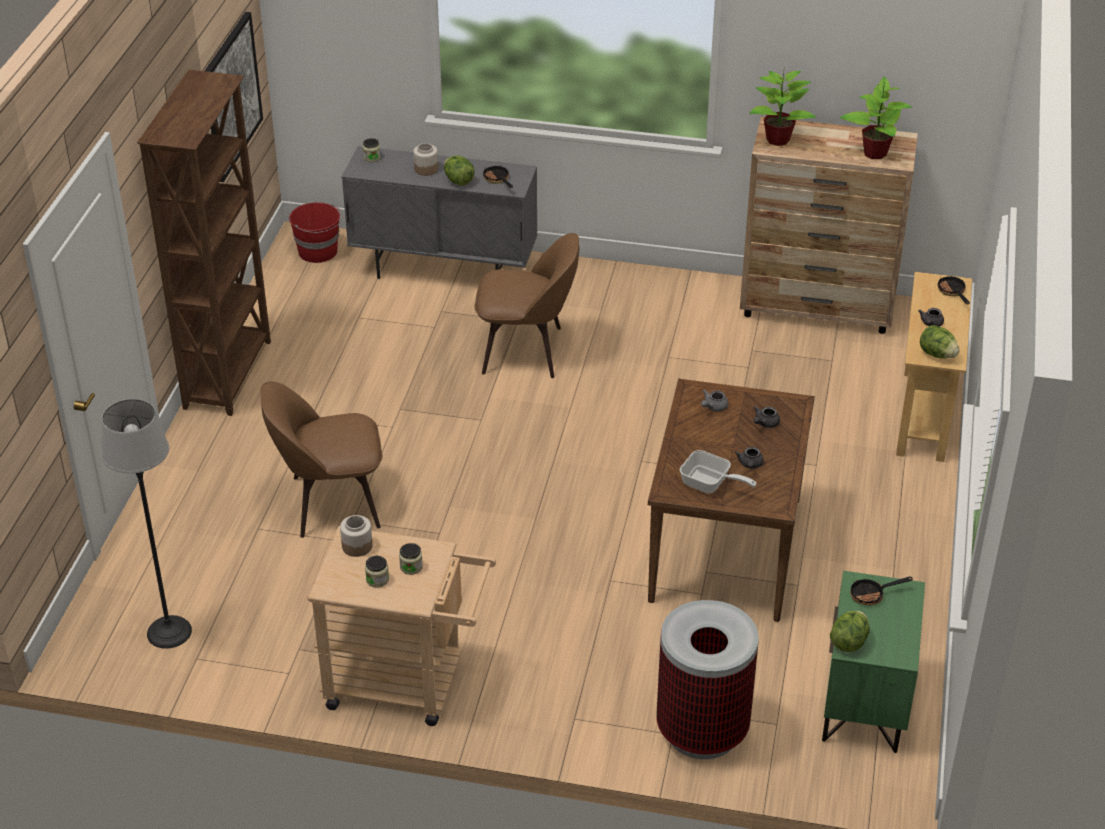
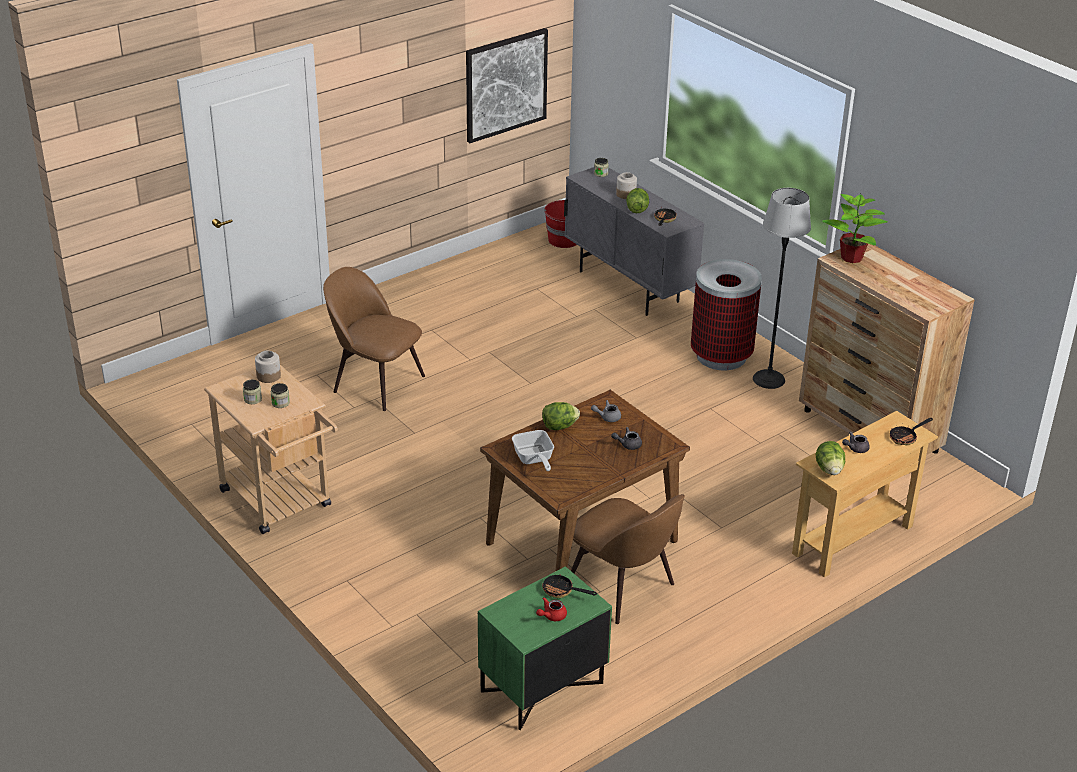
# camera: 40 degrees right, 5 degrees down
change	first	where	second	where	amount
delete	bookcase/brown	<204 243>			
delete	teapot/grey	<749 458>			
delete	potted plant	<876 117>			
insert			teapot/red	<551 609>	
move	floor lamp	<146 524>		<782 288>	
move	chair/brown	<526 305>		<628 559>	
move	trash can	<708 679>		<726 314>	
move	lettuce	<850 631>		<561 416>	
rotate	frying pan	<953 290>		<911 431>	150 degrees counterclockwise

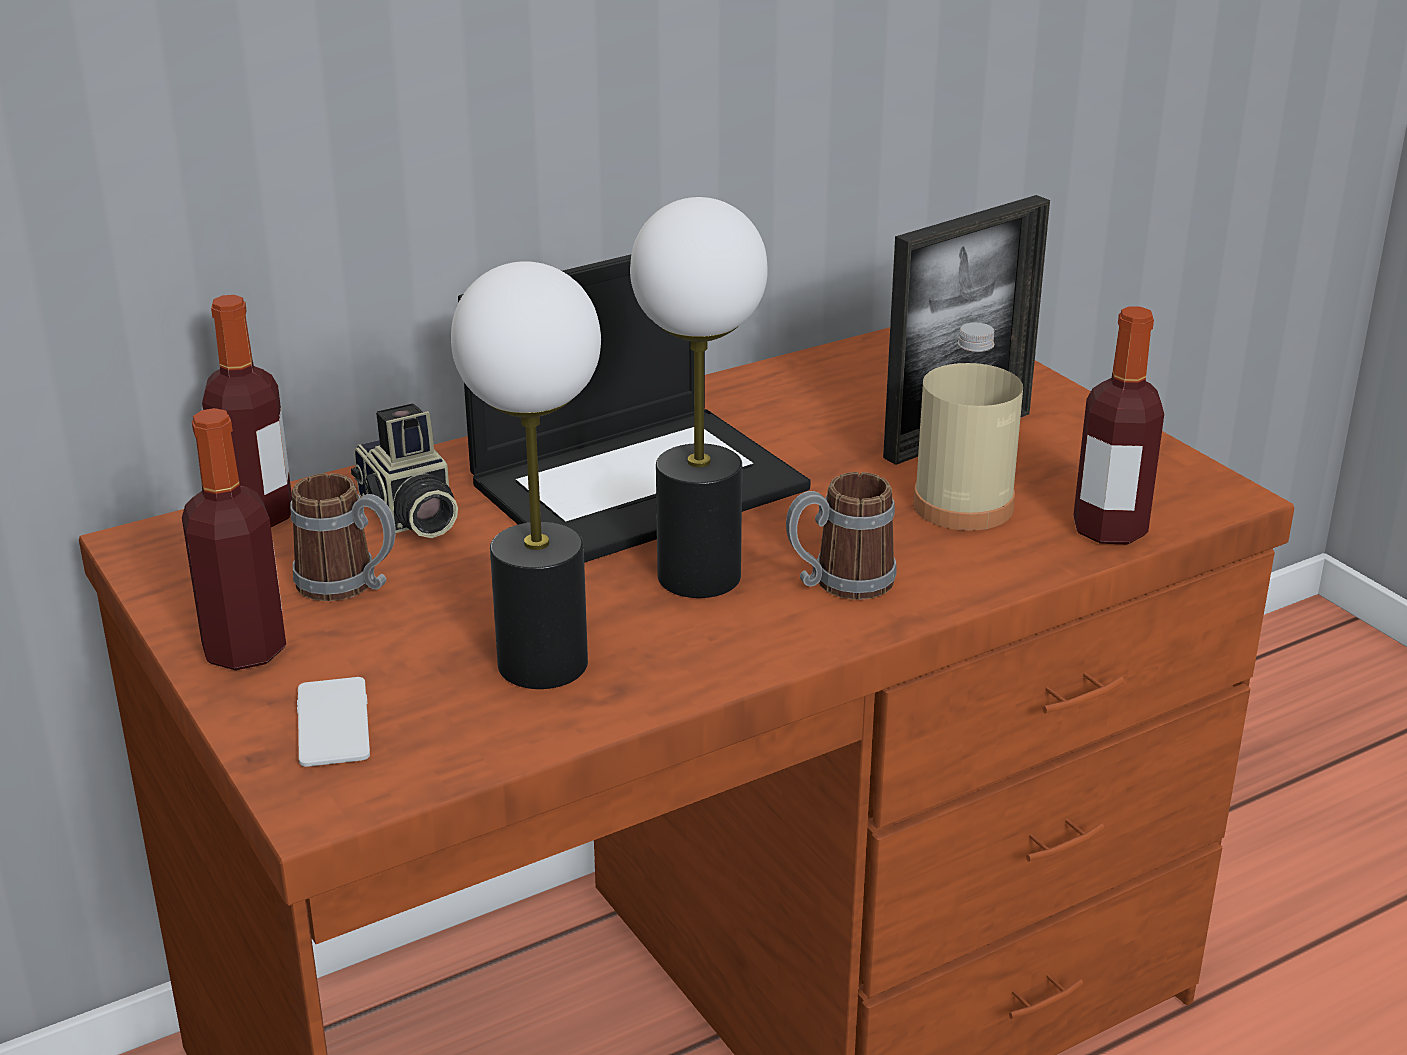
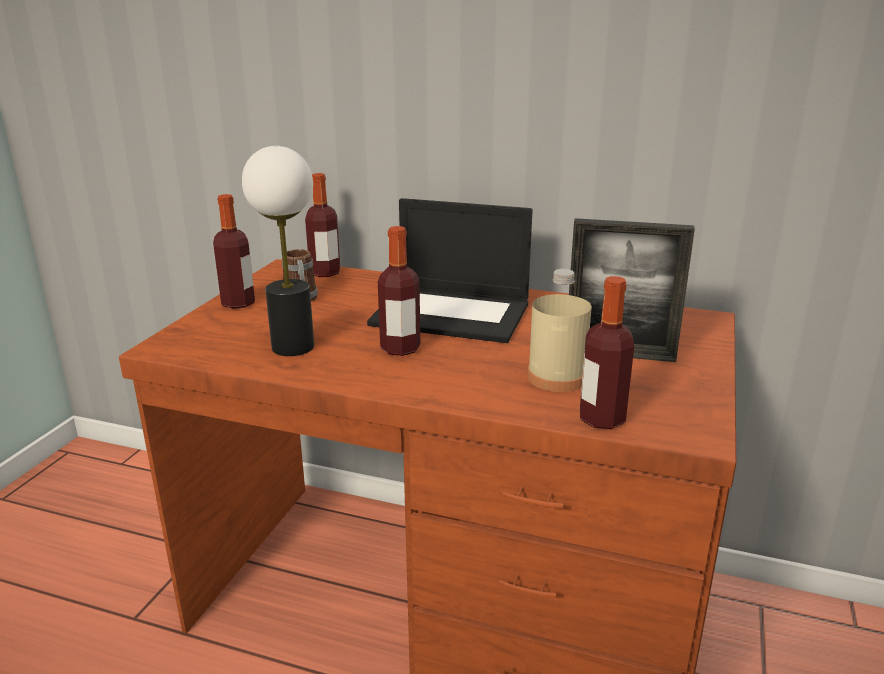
# camera: 50 degrees right, 5 degrees down
change	first	where	second	where	amount
delete	phone	<333 722>			
delete	photo camera	<404 470>			
delete	mug	<841 536>			
replace	table lamp	<699 397>	bottle	<399 291>	

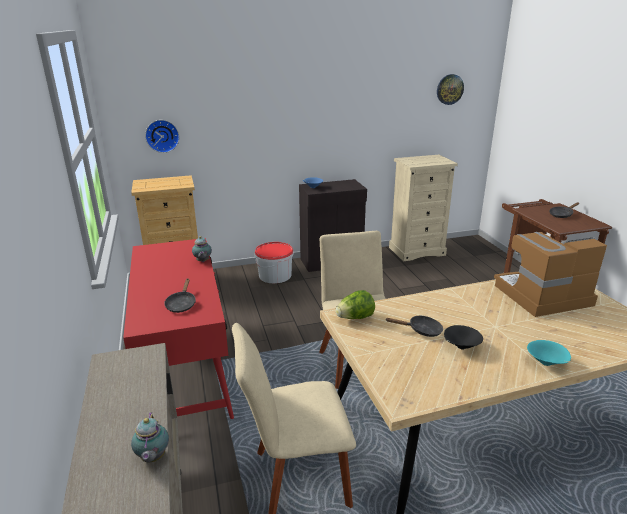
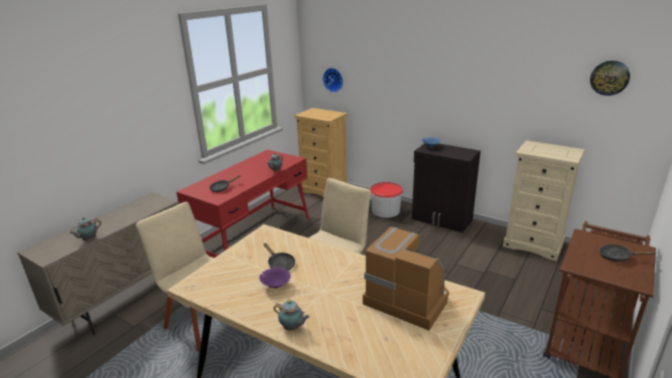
# camera: 50 degrees right, 0 degrees up
change	first	where	second	where	amount
delete	lettuce	<355 304>			
replace	bowl/turquoise	<549 353>	teapot	<292 315>	
recolor	bowl/black	<463 337>	bowl/purple	<275 278>	

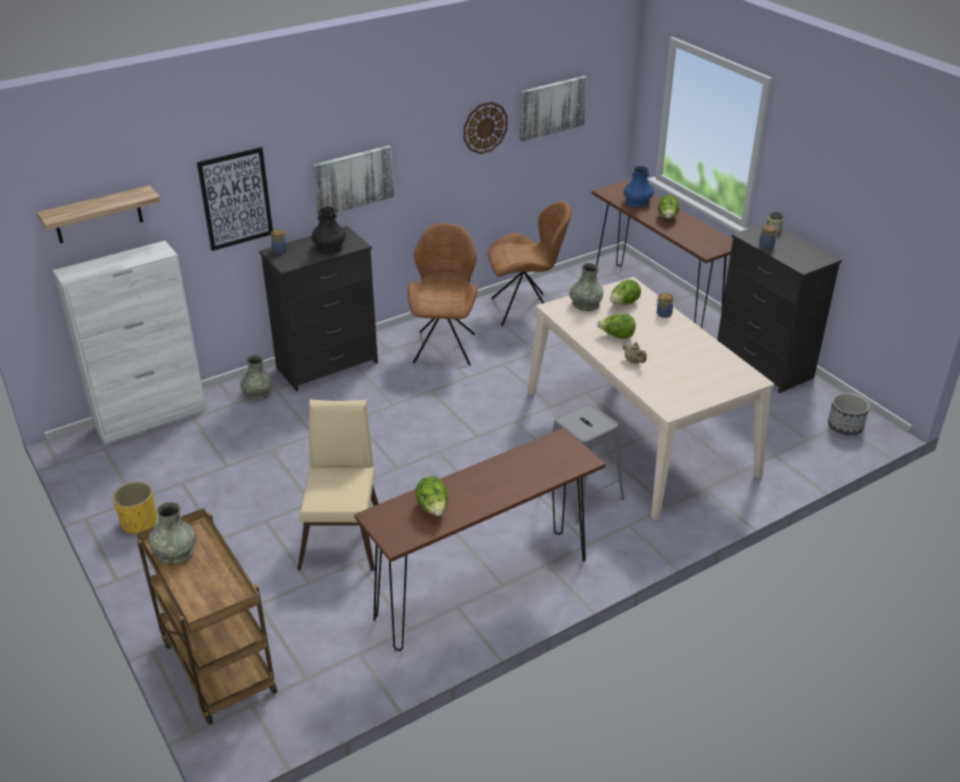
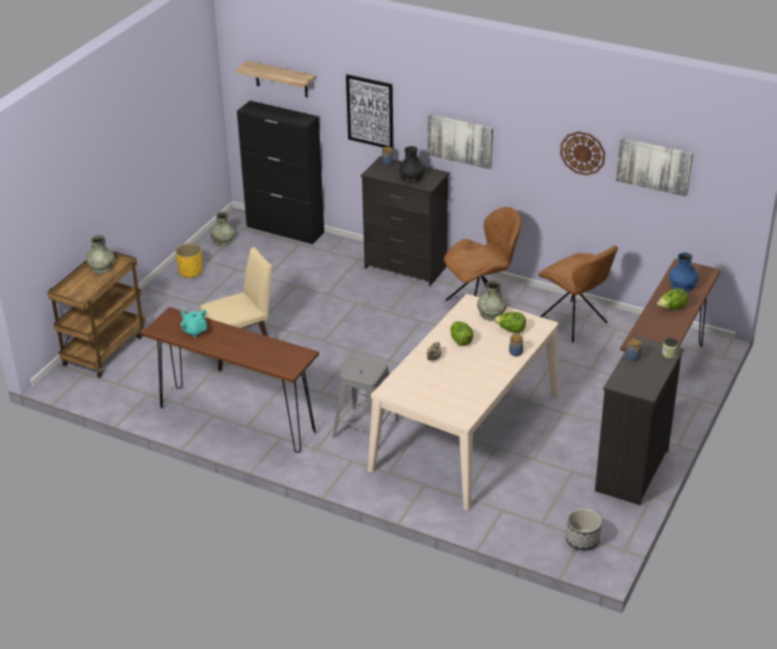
# camera: 60 degrees right, 0 degrees up
change	first	where	second	where	amount
move	vase/grey	<256 377>		<222 229>	
replace	lettuce	<431 496>	teapot/turquoise	<193 323>	
recolor	cabinet/white	<129 342>	cabinet/black	<280 172>	

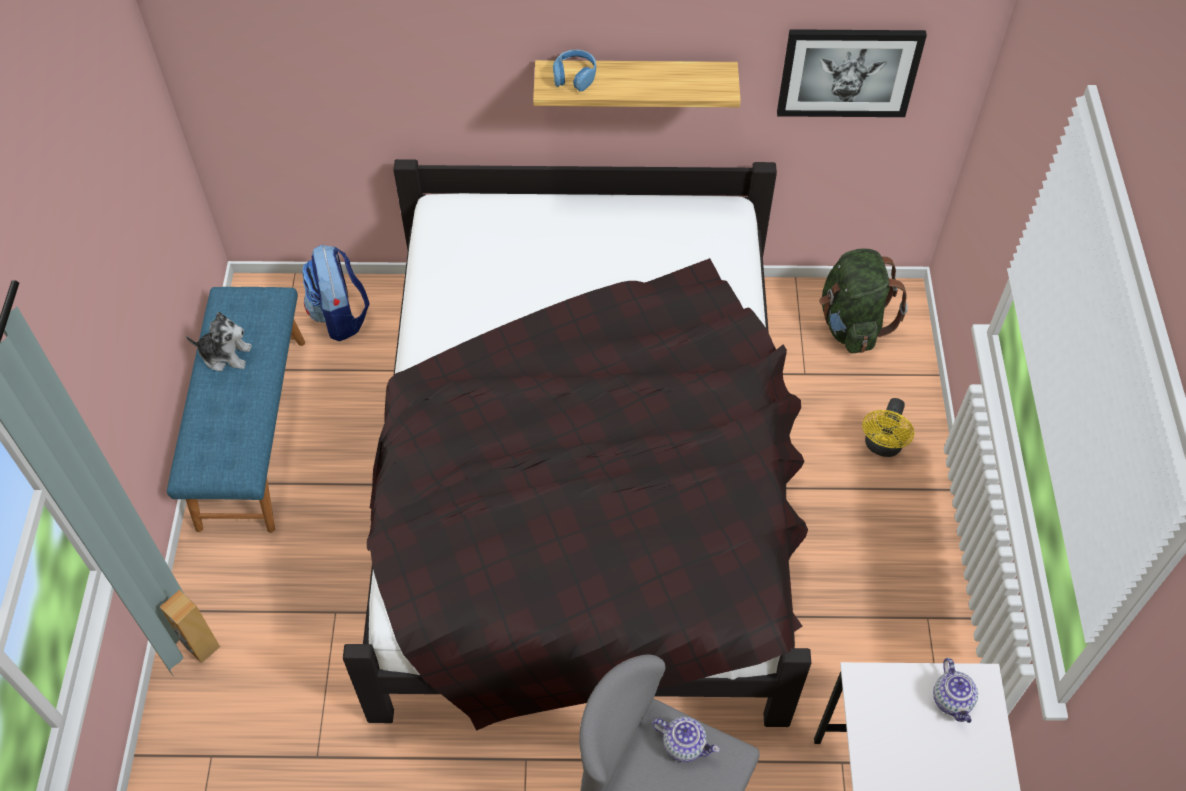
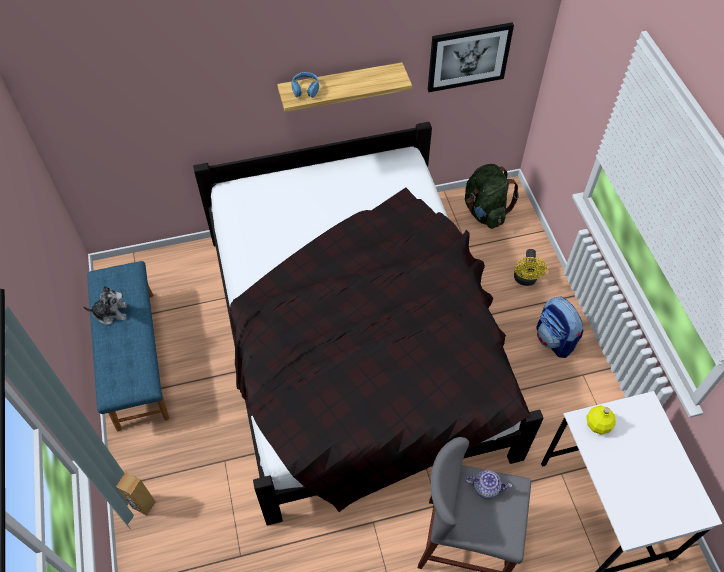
# camera: 15 degrees left, 0 degrees up
change	first	where	second	where	amount
delete	teapot	<955 690>			
insert			bottle/yellow	<601 419>	
move	backpack	<336 292>		<559 327>	

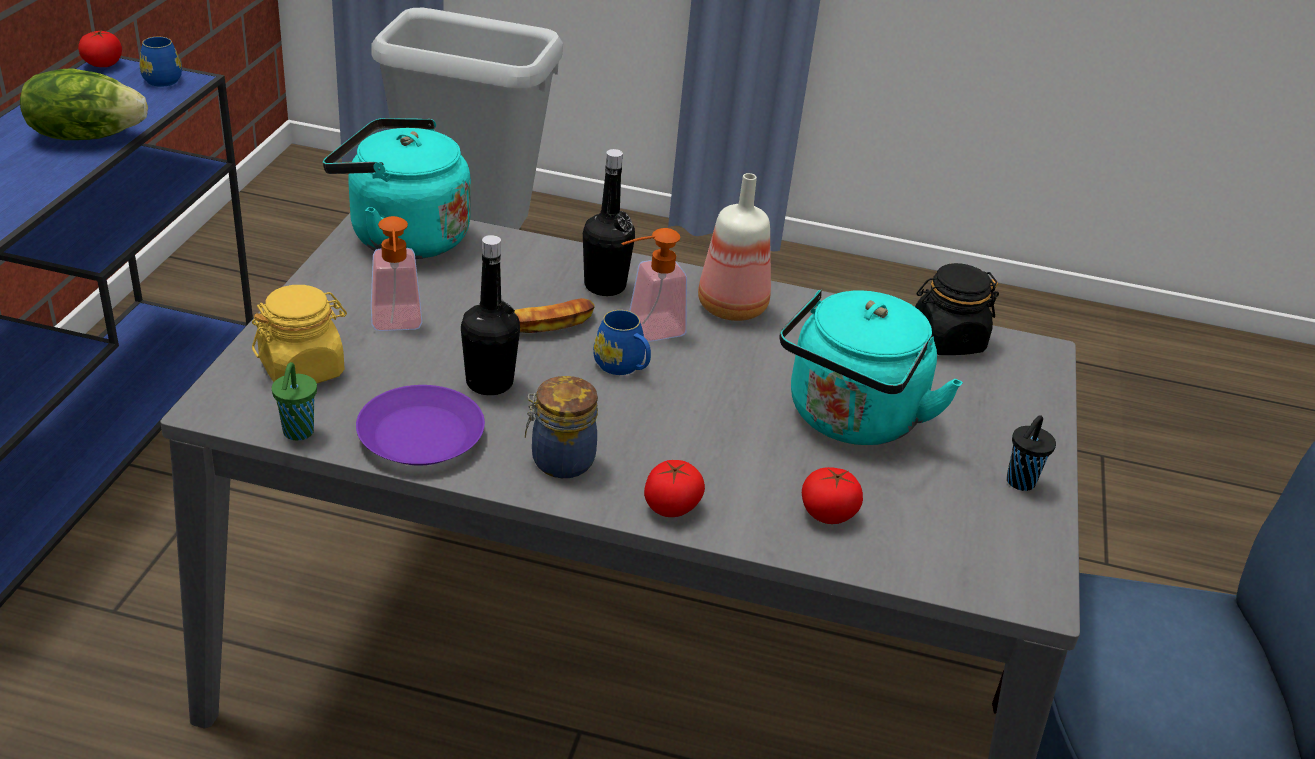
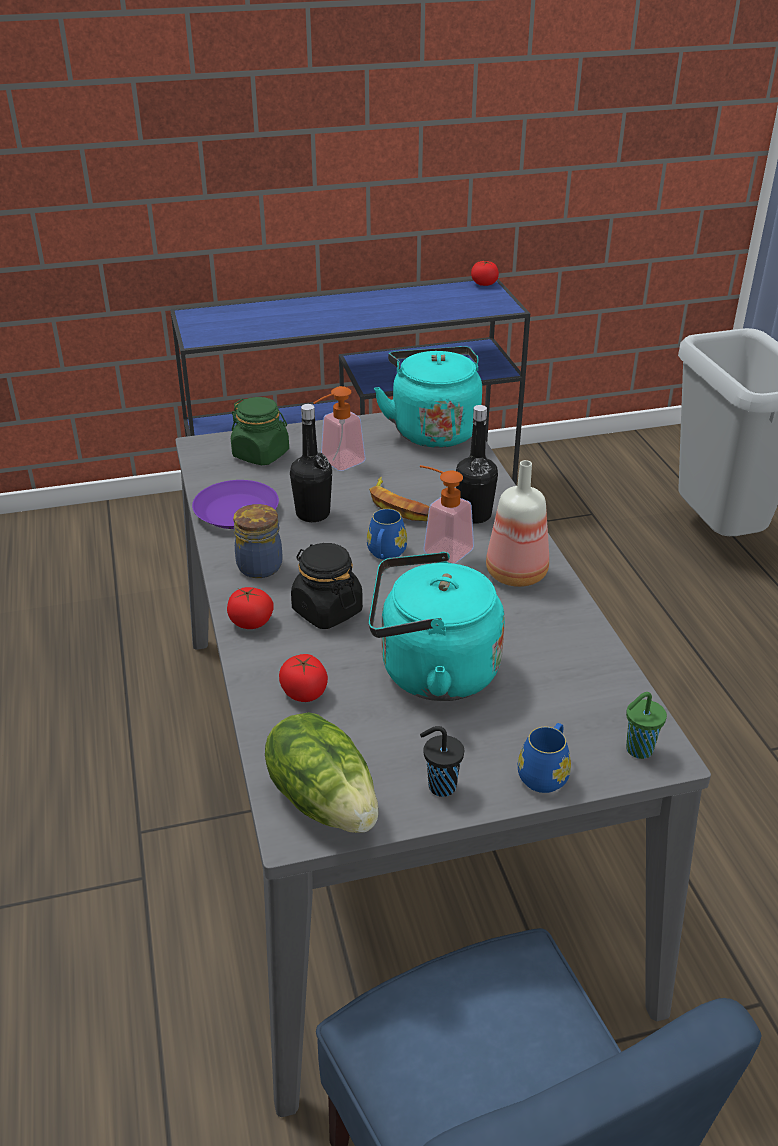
# camera: 65 degrees right, 0 degrees up
change	first	where	second	where	amount
move	lettuce	<84 104>		<321 772>	
move	mug/blue	<161 62>		<544 758>	
move	cup/green	<294 401>		<646 725>	
move	jar/black	<957 309>		<327 586>	
recolor	jar/yellow	<299 334>	jar/green	<260 431>	

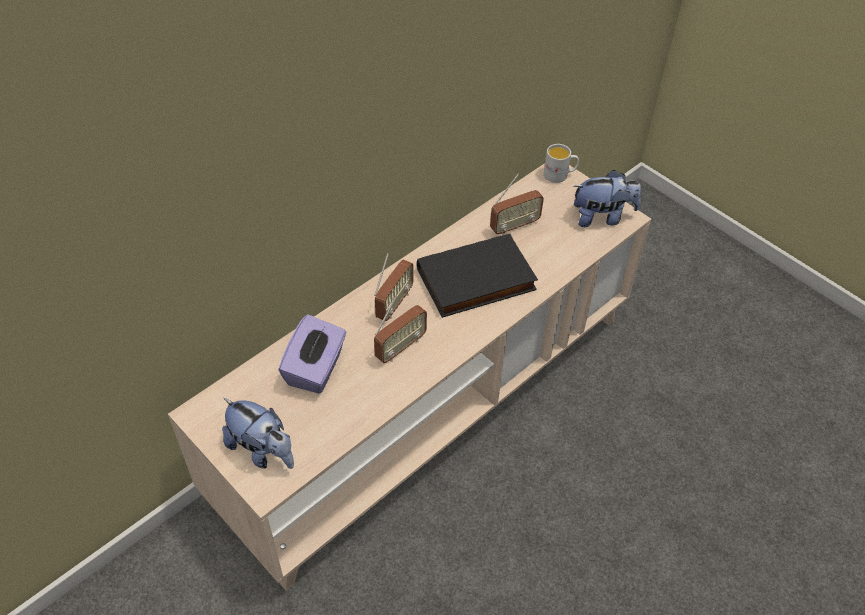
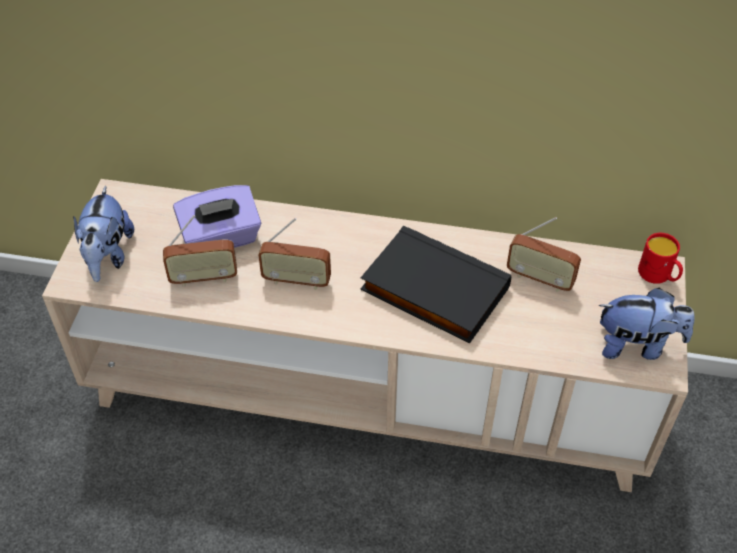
# camera: 55 degrees right, 0 degrees up
change	first	where	second	where	amount
move	radio	<393 287>		<200 251>	
recolor	mug/white	<561 163>	mug/red	<660 258>	
rotate	plush toy	<607 198>		<647 324>	45 degrees counterclockwise

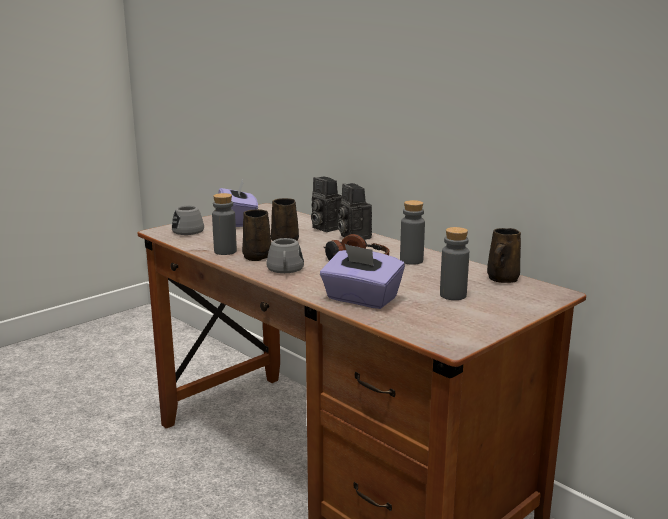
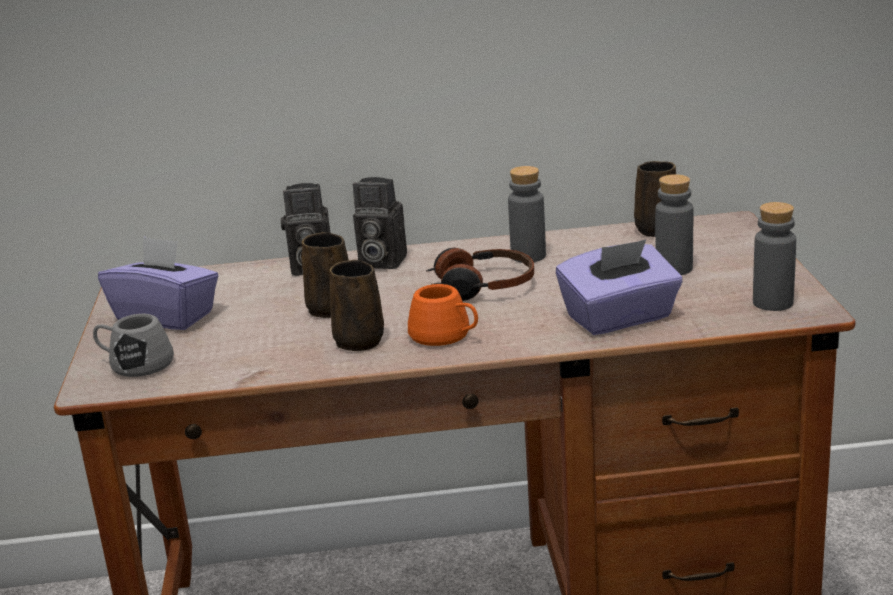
# camera: 50 degrees left, 5 degrees up
change	first	where	second	where	amount
move	bottle/grey	<224 224>		<774 256>	
recolor	mug/grey	<285 255>	mug/orange	<443 315>	

